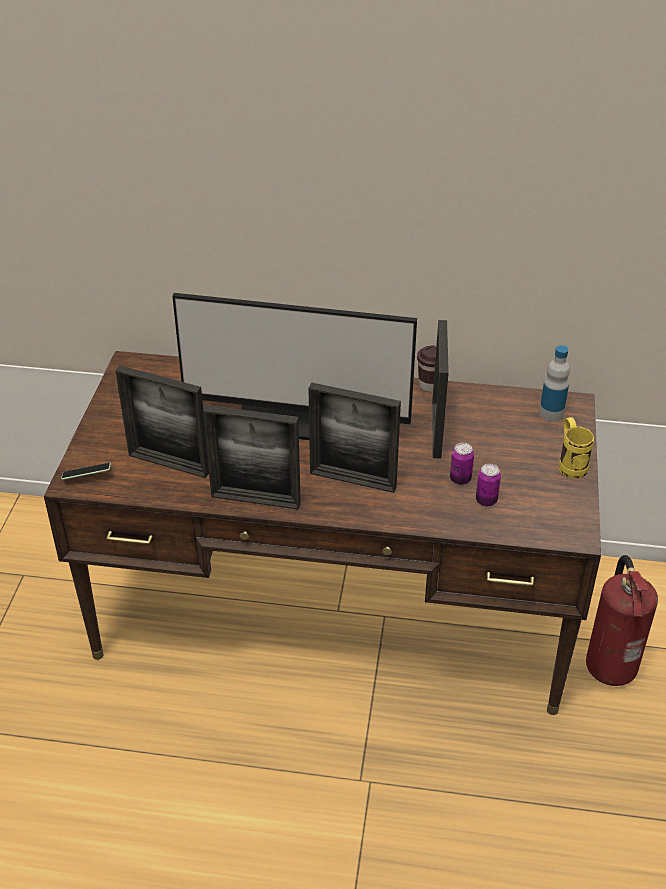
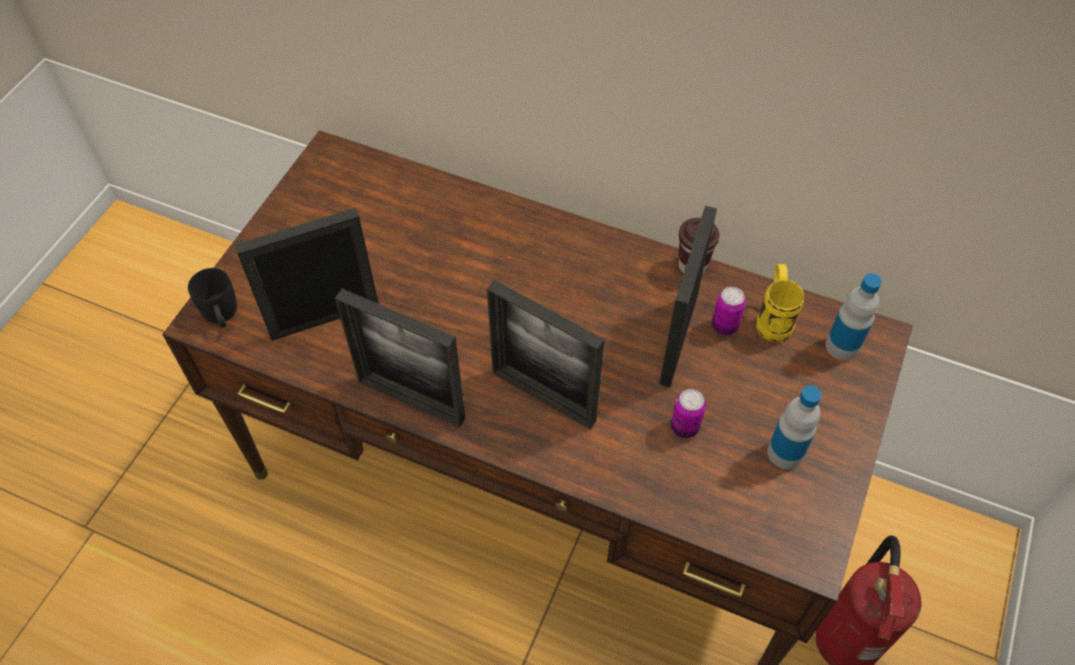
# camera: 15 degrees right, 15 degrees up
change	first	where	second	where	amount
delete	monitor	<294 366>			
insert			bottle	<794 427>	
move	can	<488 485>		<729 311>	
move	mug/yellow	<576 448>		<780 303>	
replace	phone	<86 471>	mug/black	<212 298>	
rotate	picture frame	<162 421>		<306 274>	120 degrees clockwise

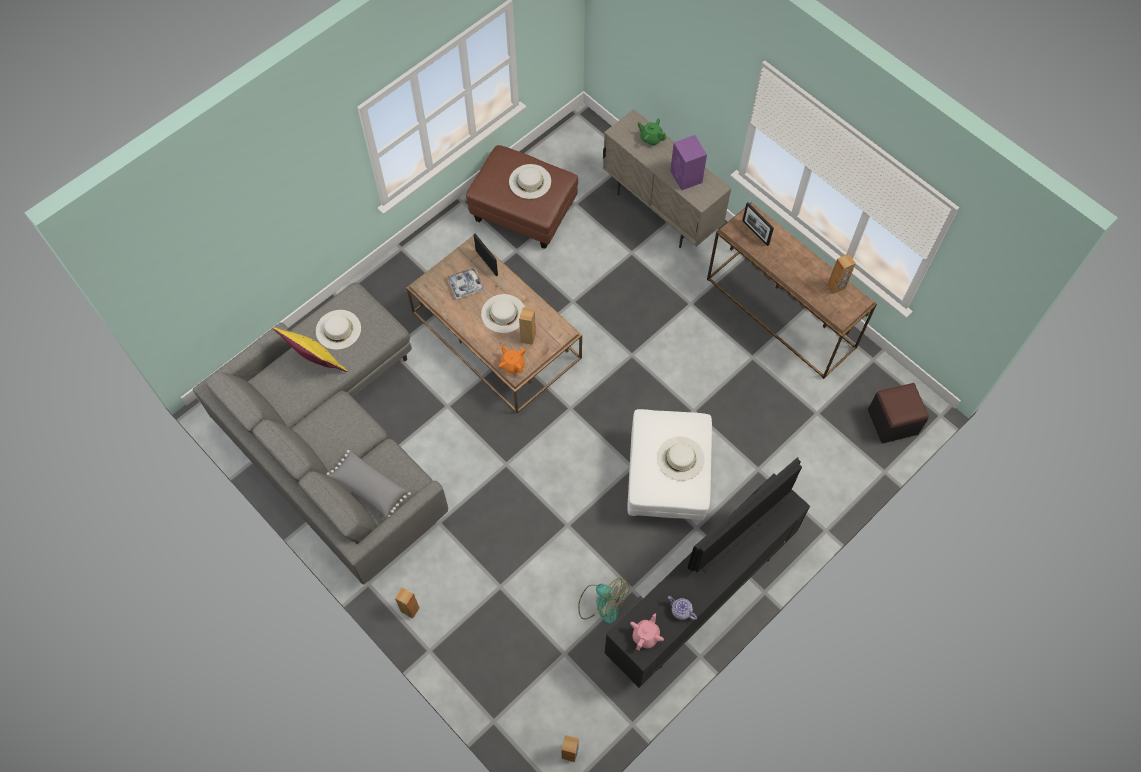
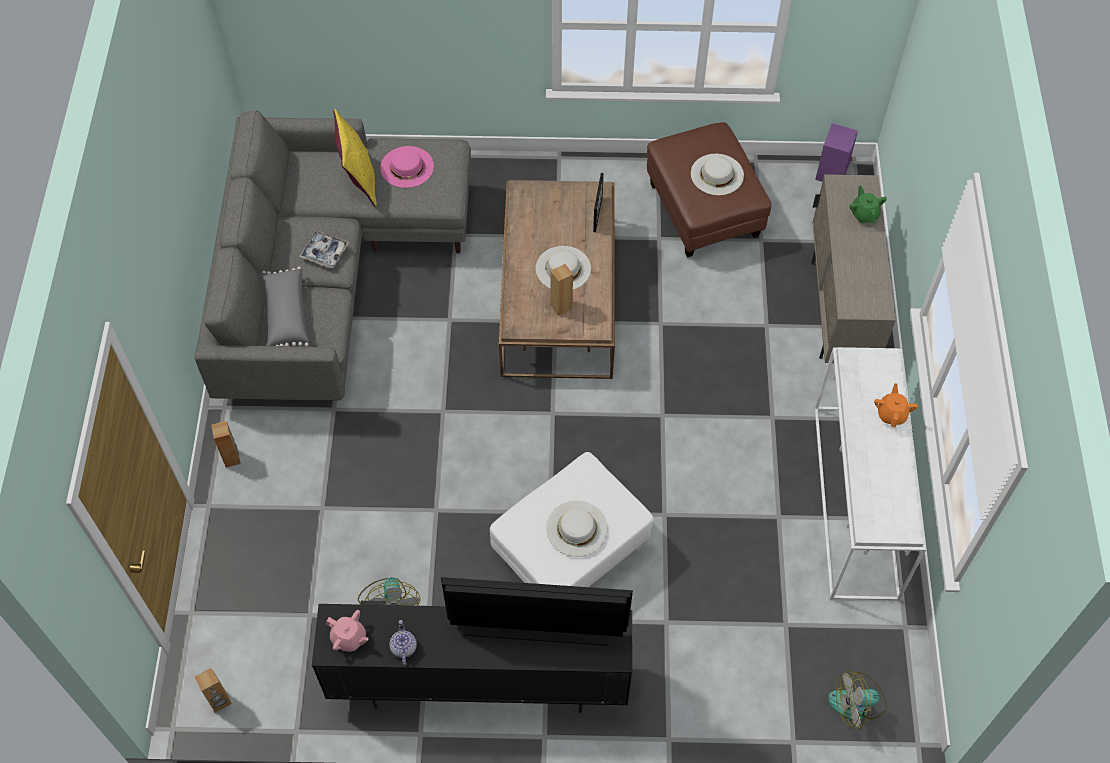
# camera: 45 degrees right, 5 degrees down
change	first	where	second	where	amount
delete	picture frame	<758 224>			
delete	speaker/brown	<841 274>			
move	tray	<465 283>		<324 249>	
move	teapot/orange	<512 359>		<896 405>	
move	speaker/purple	<688 162>		<836 152>	
replace	ottoman/black	<898 413>	fan	<857 699>	
recolor	hat/white	<338 330>	hat/pink	<407 167>	
recolor	console table/brown	<792 290>	console table/white	<870 474>	
rotate	teapot/pink	<647 631>		<347 631>	45 degrees clockwise

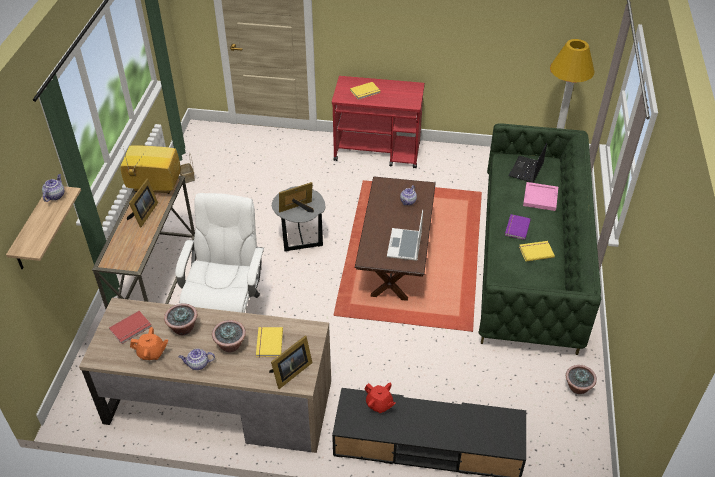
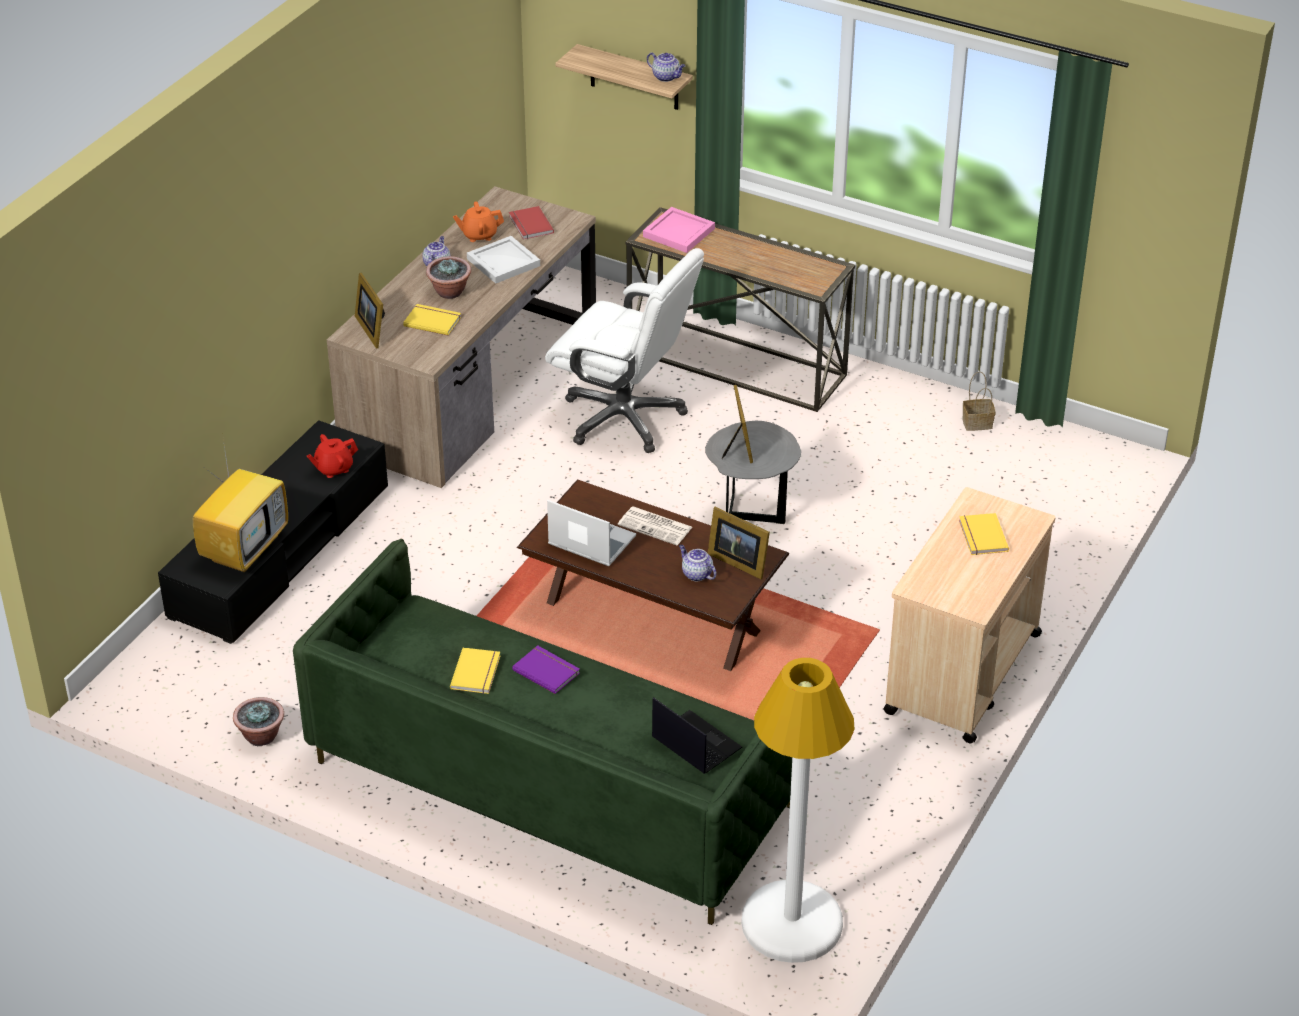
# camera: 110 degrees right, 5 degrees down
change	first	where	second	where	amount
insert			newspaper	<655 525>	
move	television	<150 169>		<240 506>	
move	picture frame	<142 203>		<739 543>	
move	tray/pink	<540 196>		<679 230>	
replace	potted plant	<180 319>	tray/white	<503 260>	
recolor	cart/red	<378 122>	cart/beige	<969 615>	
rotate	teapot/orange	<149 343>		<478 221>	60 degrees clockwise

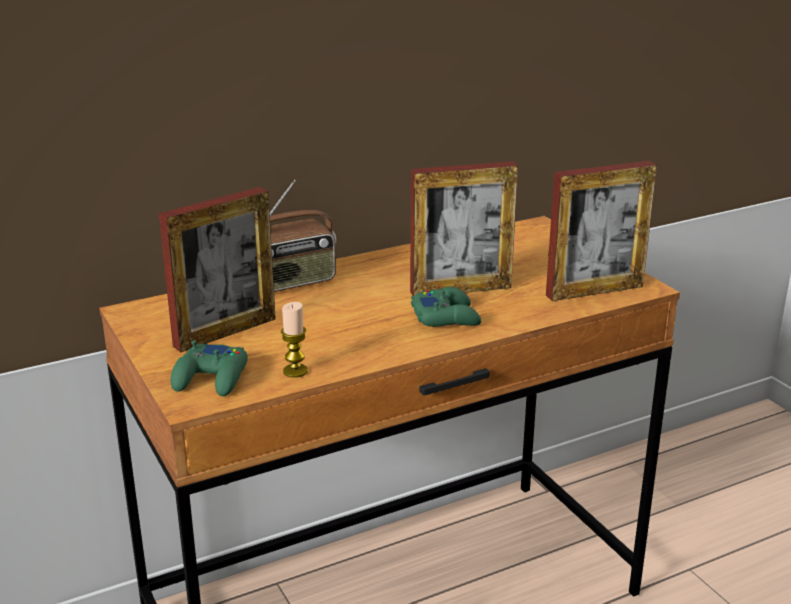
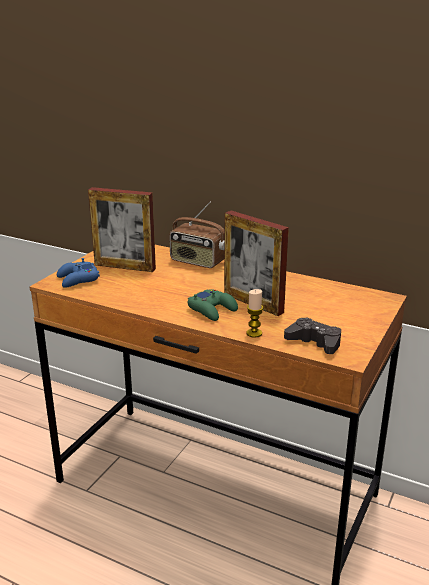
# camera: 55 degrees right, 0 degrees up
change	first	where	second	where	amount
move	candle	<294 340>		<254 313>	
replace	picture frame	<601 231>	game controller/black	<312 335>	
recolor	game controller/green	<209 368>	game controller/blue	<78 273>	

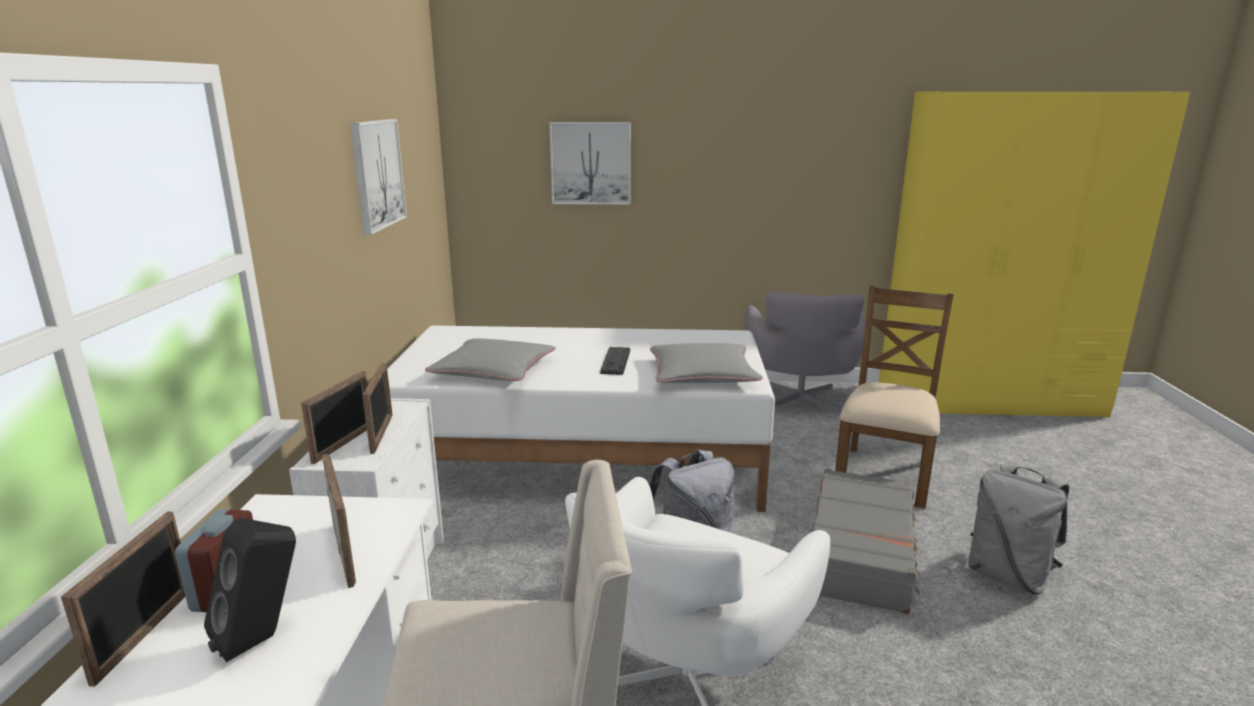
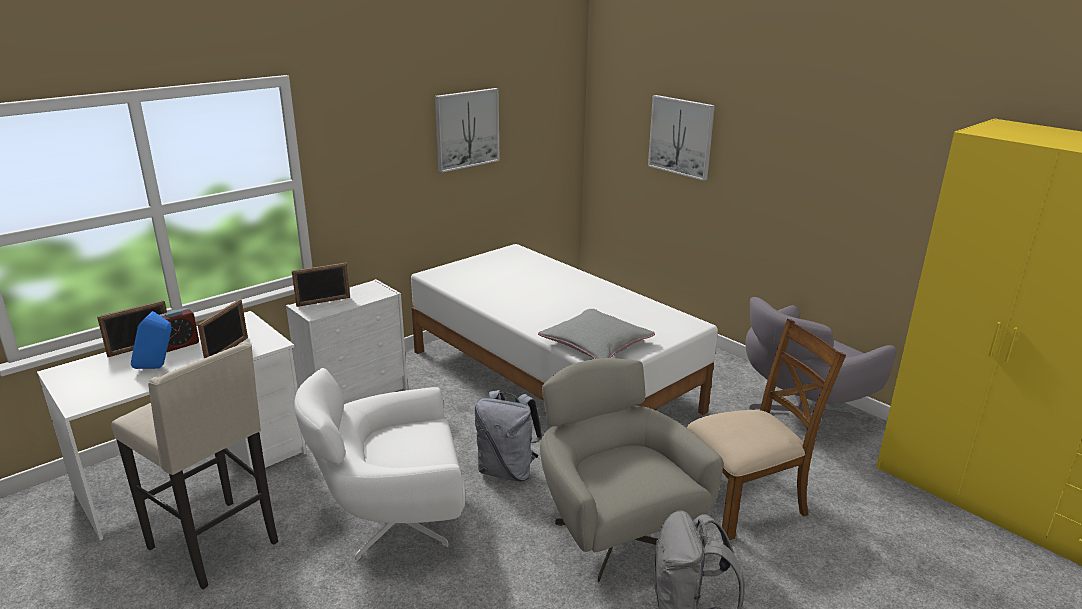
# camera: 45 degrees right, 5 degrees up
change	first	where	second	where	amount
delete	picture frame	<377 408>			
delete	pillow/grey	<490 359>			
delete	keyboard	<615 361>			
replace	suitcase/grey	<866 541>	armchair/grey	<631 470>	
recolor	speaker/black	<250 590>	speaker/blue	<151 340>	

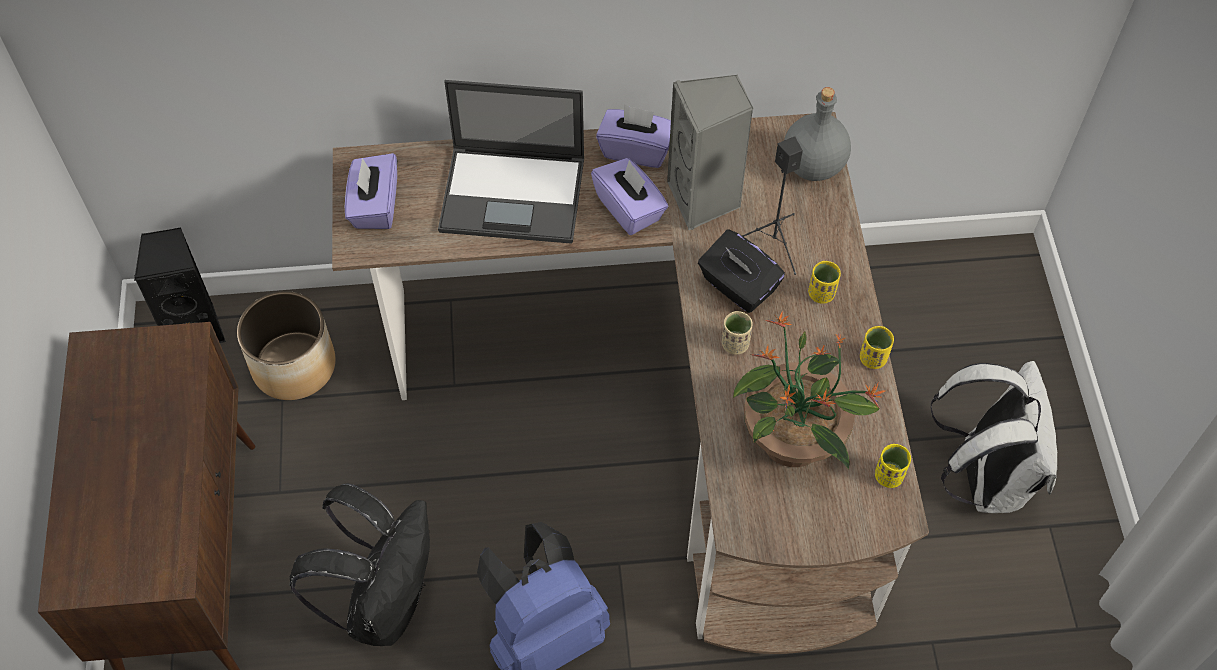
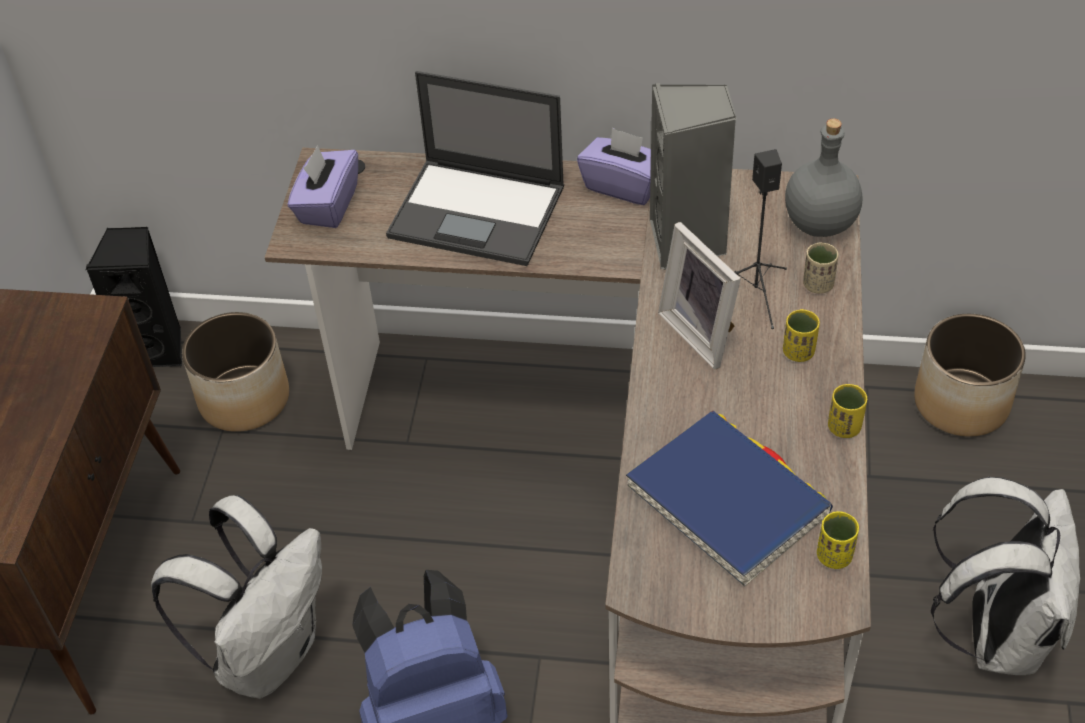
# camera: 15 degrees right, 10 degrees down
change	first	where	second	where	amount
delete	tissue box/purple	<629 196>			
insert			planter	<970 375>	
move	cup/beige	<737 333>		<821 268>	
replace	tissue box/black	<741 271>	picture frame	<699 295>	
replace	potted plant	<809 390>	book/blue	<729 498>	
recolor	backpack/black	<359 564>	backpack/white	<236 597>	

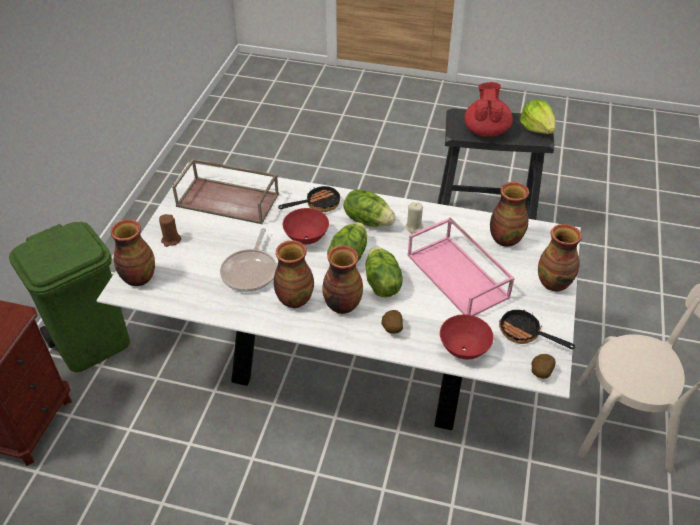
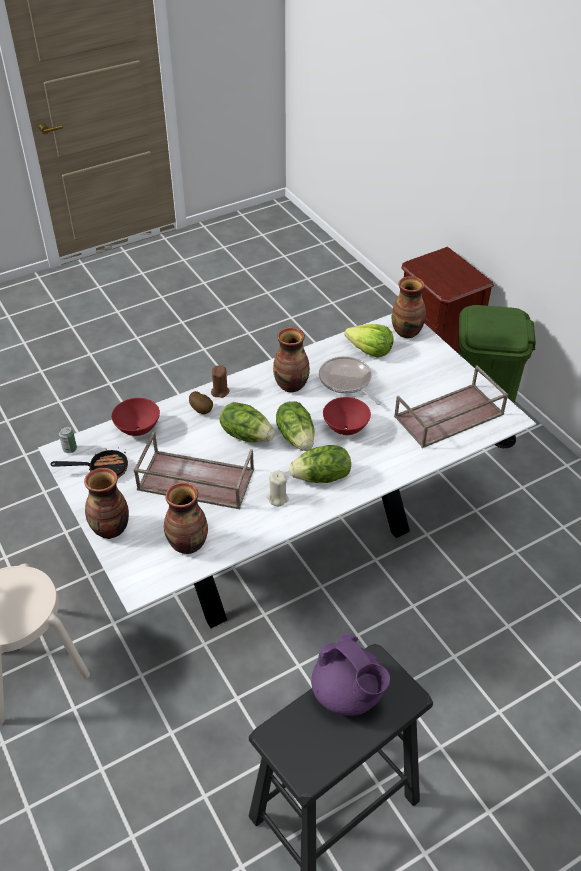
# camera: 135 degrees right, 0 degrees up
change	first	where	second	where	amount
delete	frying pan	<309 197>			
delete	vase	<342 280>			
move	candle/brown	<170 230>		<220 381>	
move	lettuce	<538 117>		<368 341>	
replace	potato	<543 366>	can	<68 439>	
recolor	tray/pink	<461 266>	tray/brown	<194 470>	
recolor	teapot/red	<488 109>	teapot/purple	<350 675>	

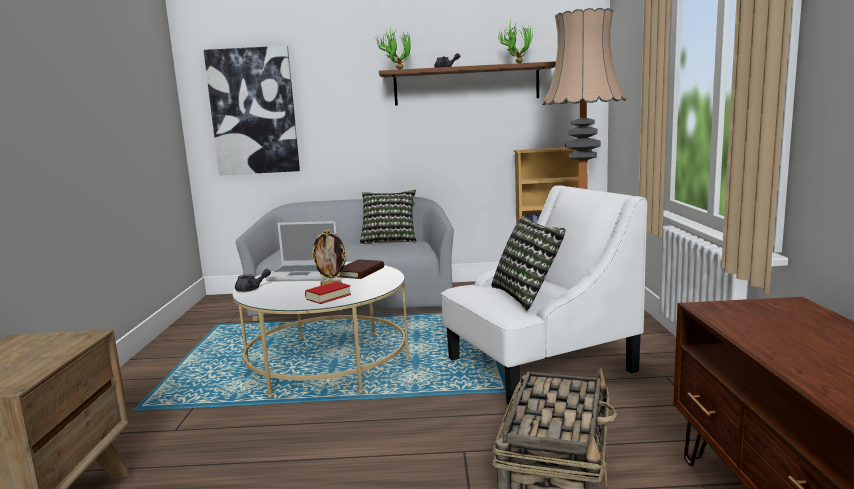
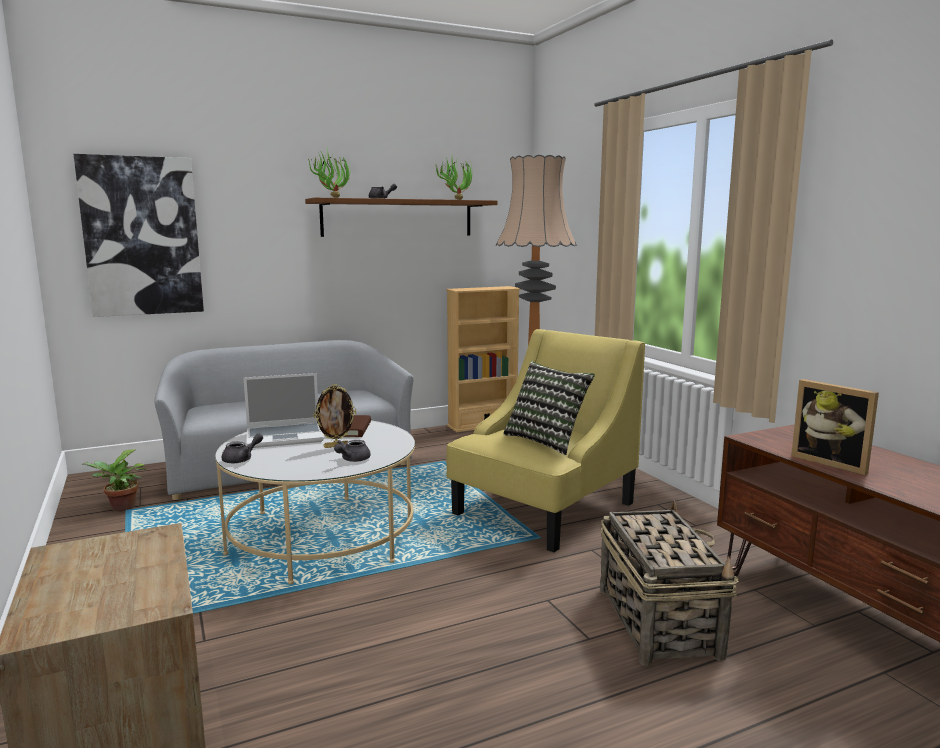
# camera: 25 degrees left, 0 degrees up
change	first	where	second	where	amount
delete	pillow	<388 217>			
insert			potted plant	<114 480>	
insert			picture frame	<835 427>	
replace	book	<328 293>	teapot/grey	<352 451>	
recolor	armchair/white	<544 295>	armchair/yellow	<545 440>	

